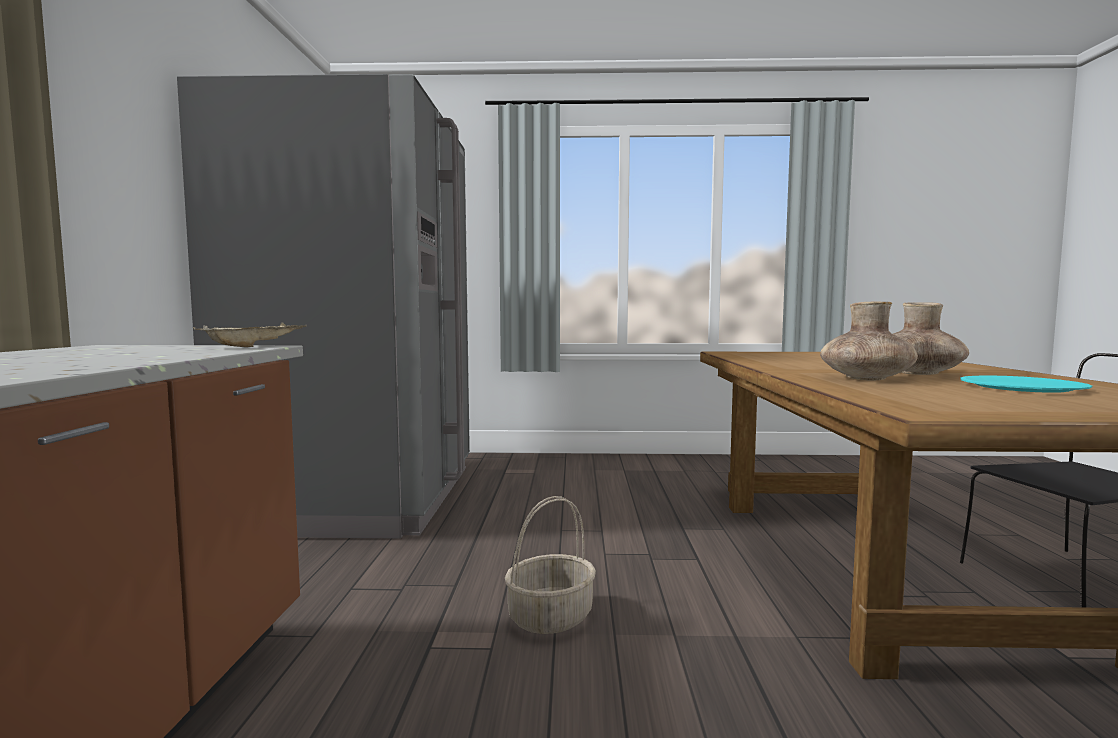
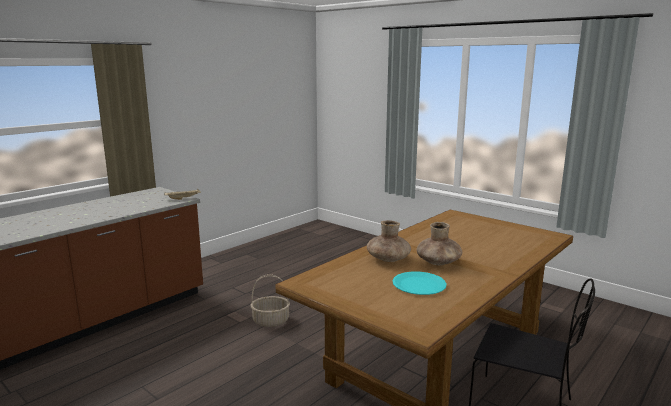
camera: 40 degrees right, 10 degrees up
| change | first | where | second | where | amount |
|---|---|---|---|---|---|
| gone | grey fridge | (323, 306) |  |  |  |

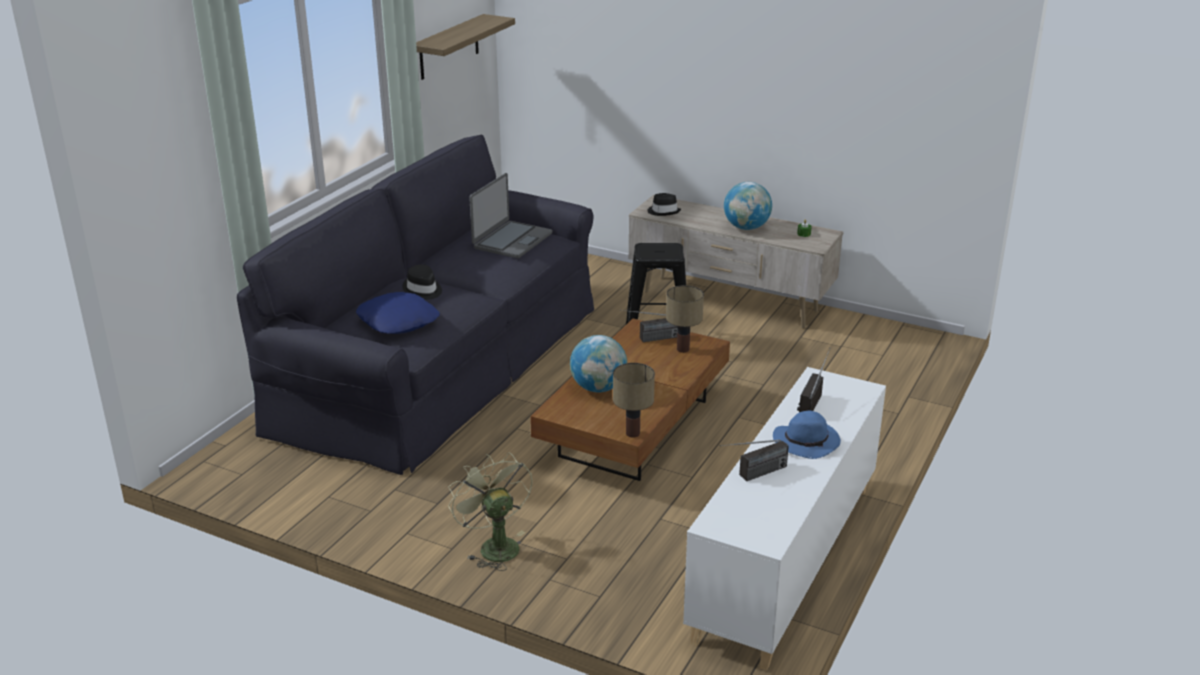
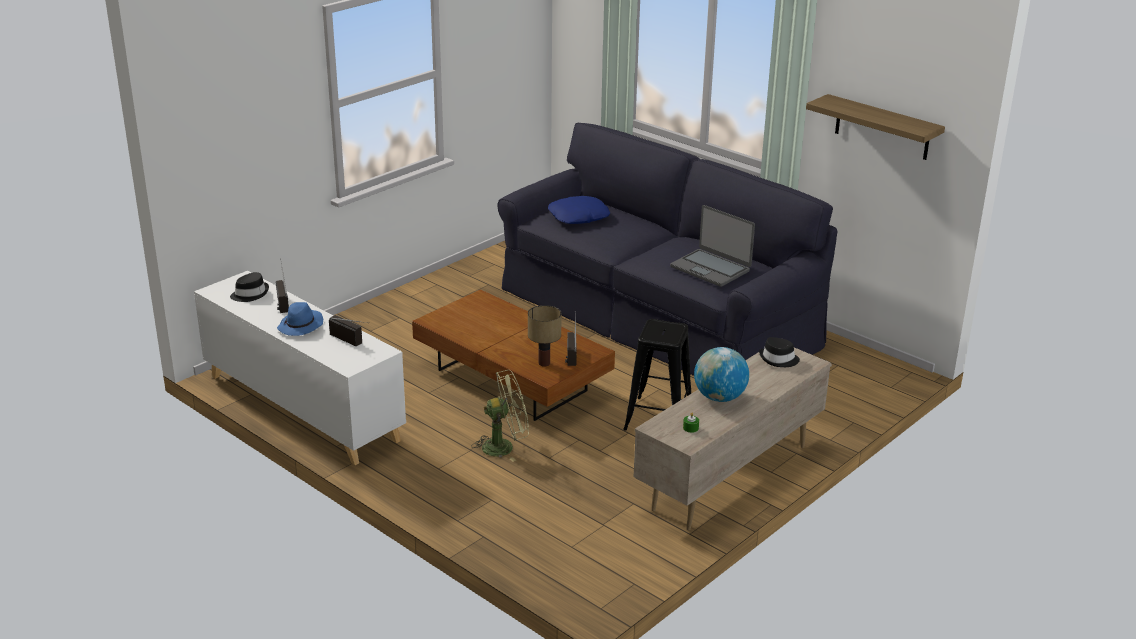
camera: 105 degrees right, 0 degrees up
| change | first | where | second | where | amount |
|---|---|---|---|---|---|
| shifted | black hat | (422, 282) |  | (249, 287) |  |
| shifted | green fan | (490, 511) |  | (500, 416) |  |
| gone | globe | (598, 363) |  |  |  |
| gone | table lamp | (634, 400) |  |  |  |

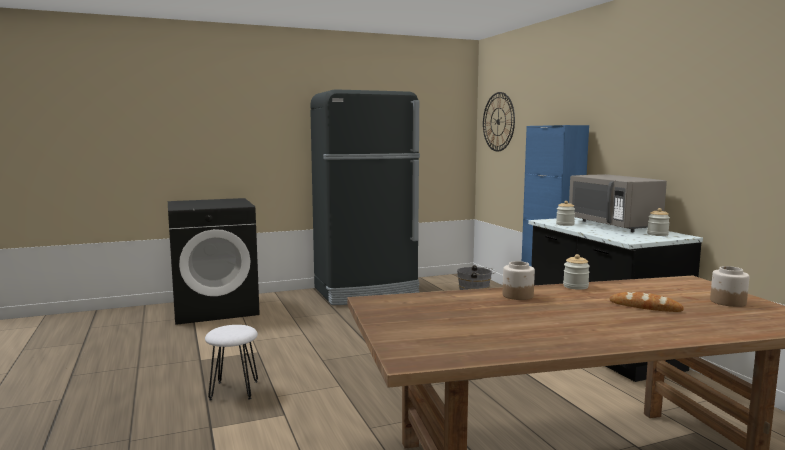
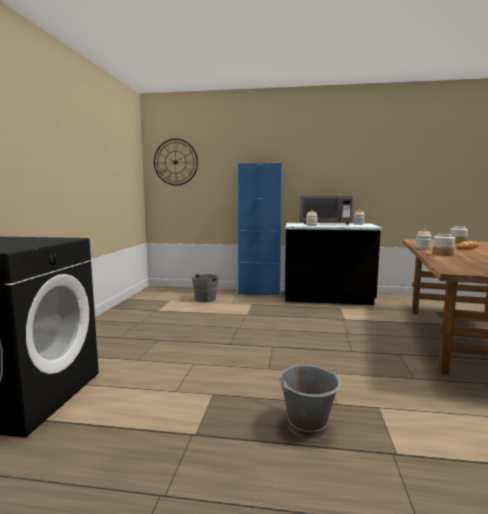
camera: 60 degrees left, 0 degrees up
| change | first | where | second | where | amount |
|---|---|---|---|---|---|
| swapped | white stool | (231, 363) | grey bucket | (310, 401) |  |
| gone | black fridge | (365, 197) |  |  |  |

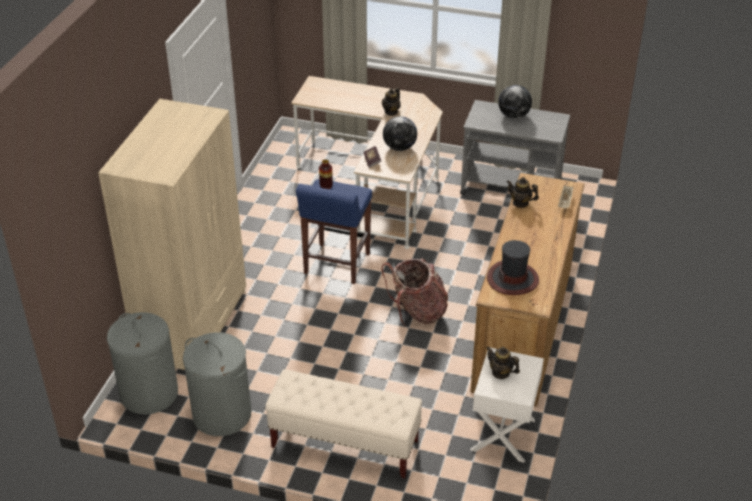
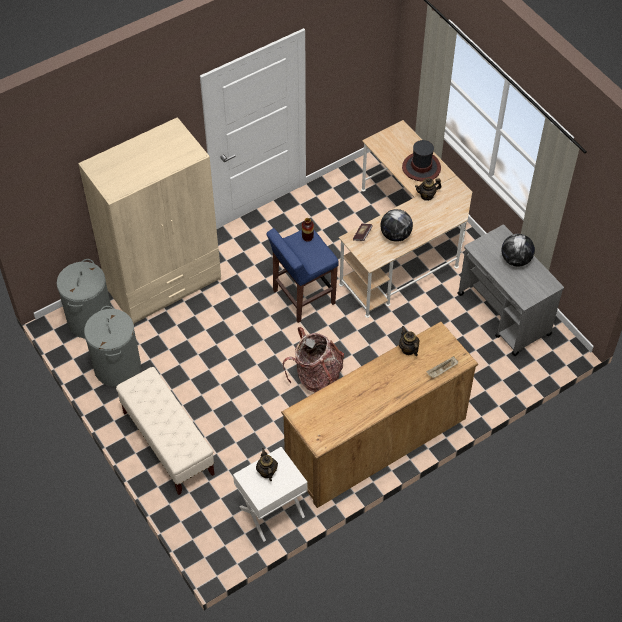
camera: 40 degrees right, 15 degrees up
| change | first | where | second | where | amount |
|---|---|---|---|---|---|
| shifted | hat | (513, 267) |  | (421, 161) |  |

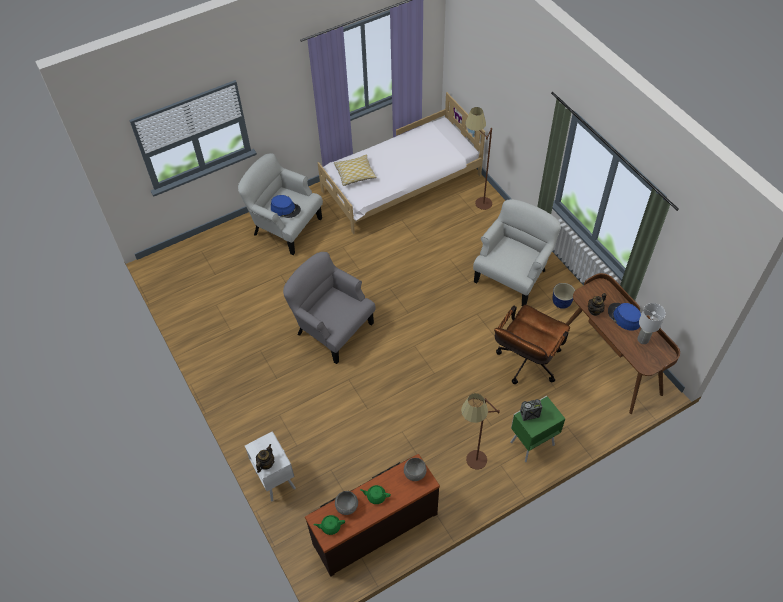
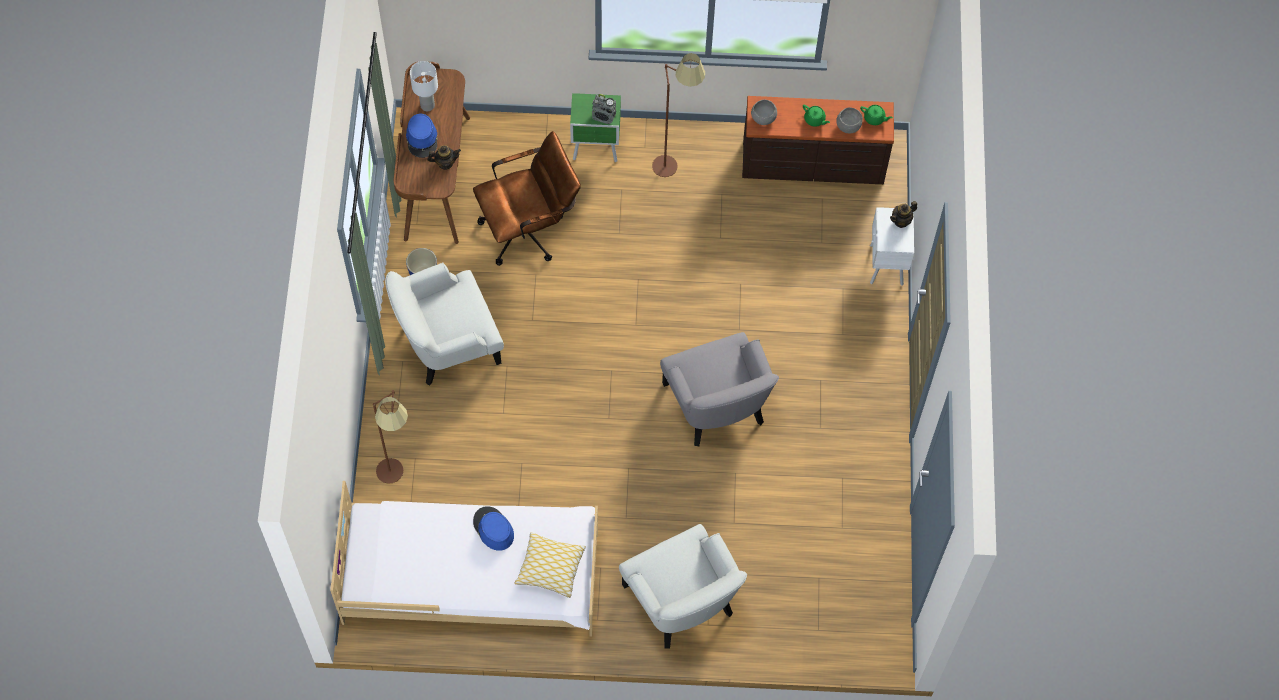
camera: 150 degrees left, 10 degrees up
| change | first | where | second | where | amount |
|---|---|---|---|---|---|
| shifted | blue hat | (286, 206) |  | (493, 528) |  |

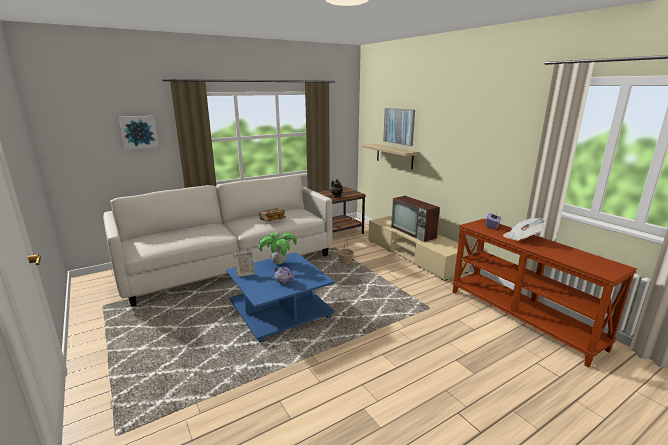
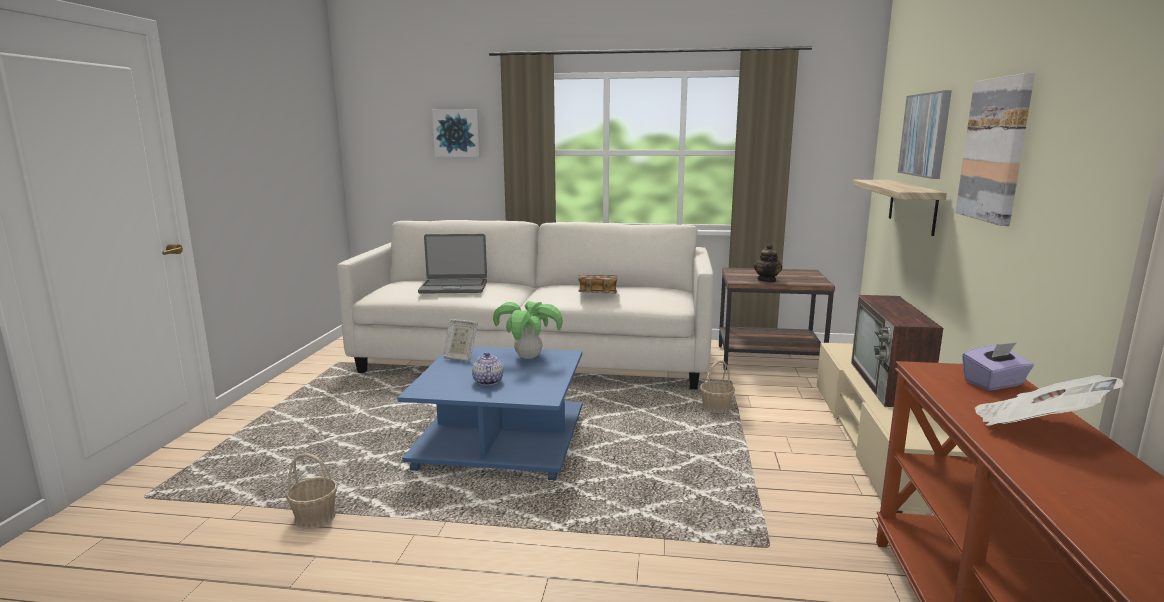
camera: 40 degrees right, 5 degrees down
| change | first | where | second | where | amount |
|---|---|---|---|---|---|
| new |  |  | basket | (312, 491) |  |
| new |  |  | laptop | (452, 264) |  |
| new |  |  | picture | (995, 149) |  |

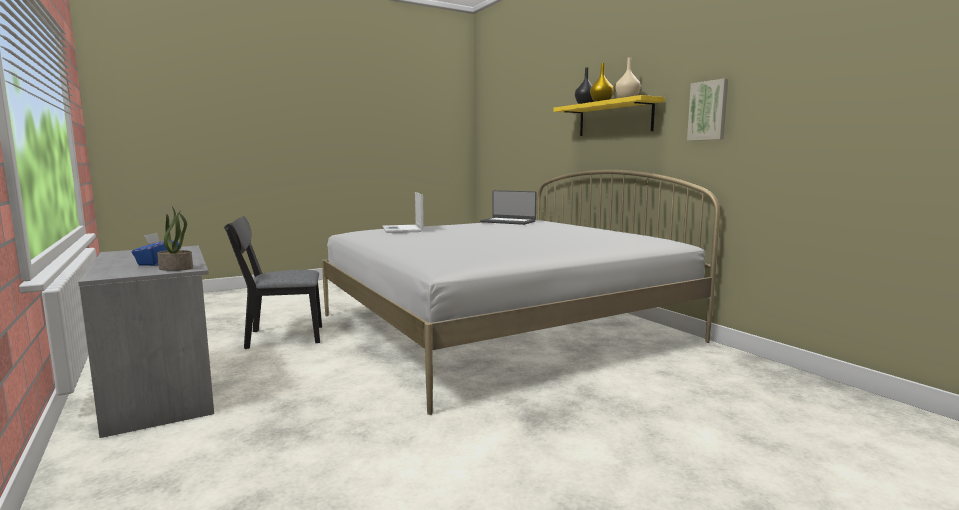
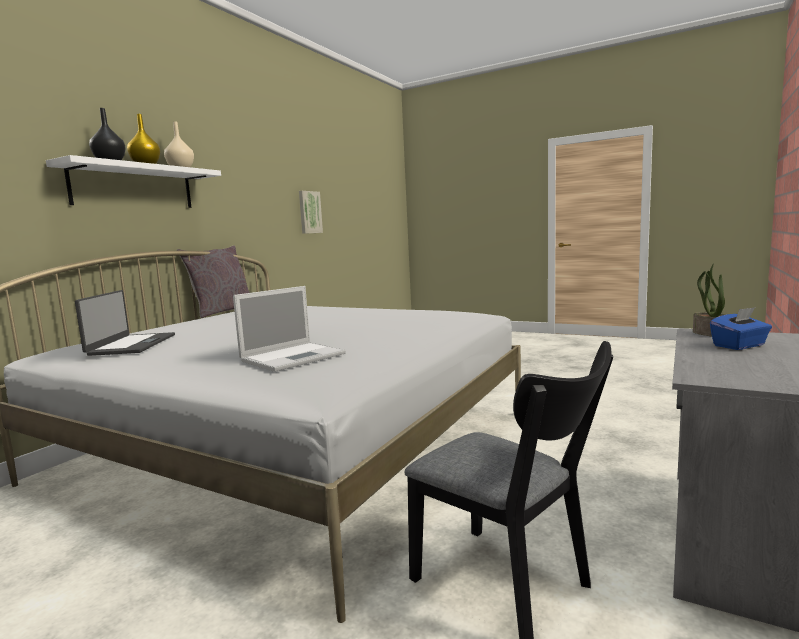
camera: 120 degrees left, 0 degrees up
| change | first | where | second | where | amount |
|---|---|---|---|---|---|
| repainted | yellow shelf | (609, 115) | white shelf | (133, 181) |  |
| new |  |  | grey pillow | (213, 282) |  |
| shifted | picture | (707, 109) |  | (311, 212) |  |

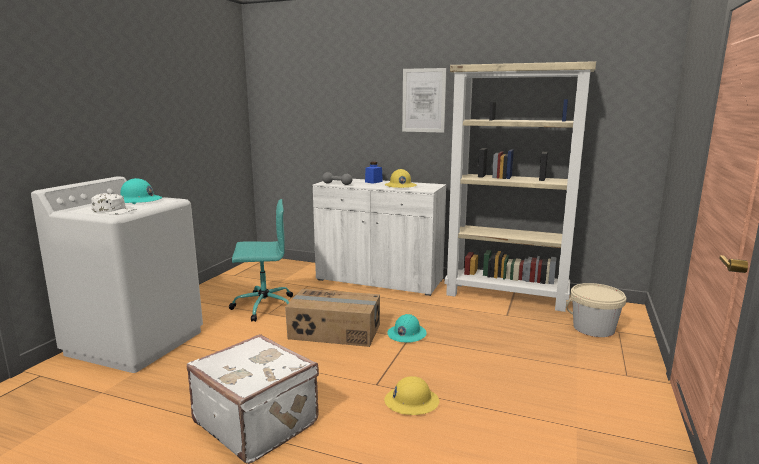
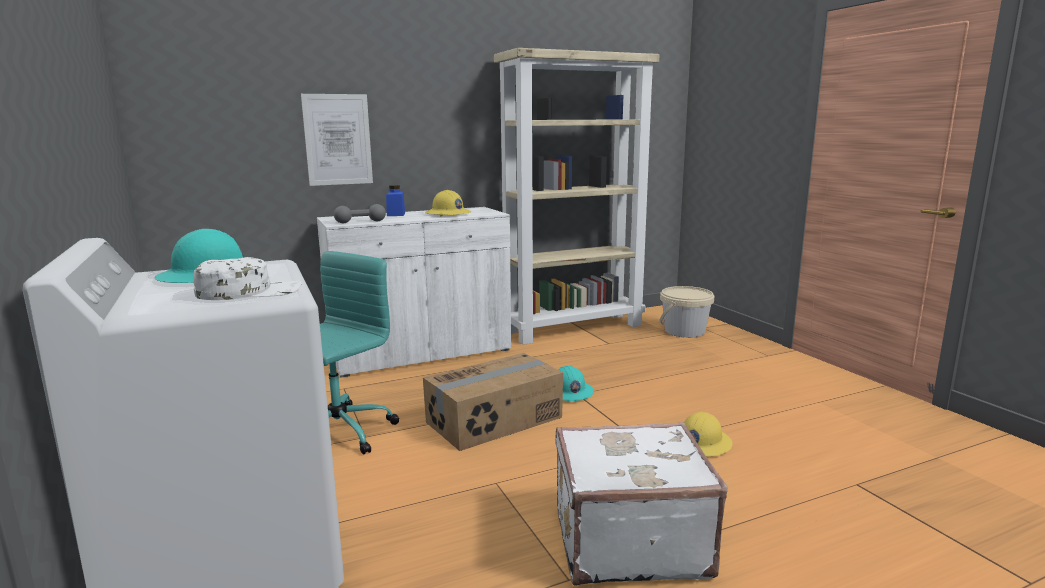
camera: 45 degrees left, 0 degrees up
| change | first | where | second | where | amount |
|---|---|---|---|---|---|
| shifted | picture | (424, 100) |  | (337, 140) |  |

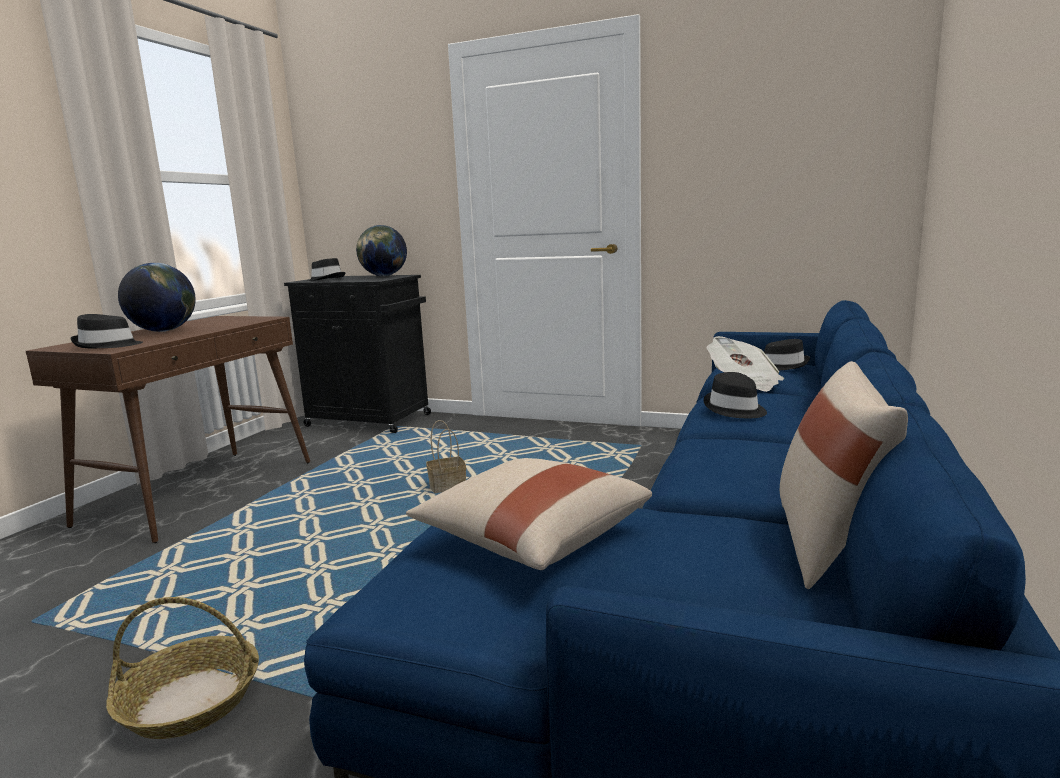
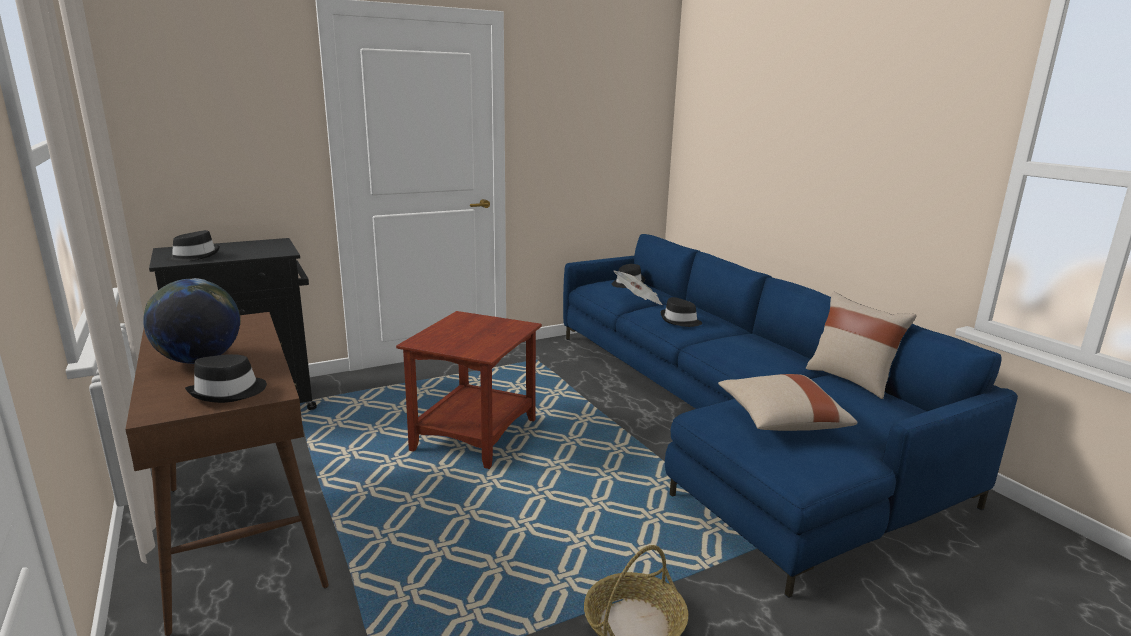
camera: 50 degrees left, 5 degrees up
| change | first | where | second | where | amount |
|---|---|---|---|---|---|
| swapped | basket | (446, 456) | brown side table | (469, 390) |  |
| gone | globe | (381, 250) |  |  |  |

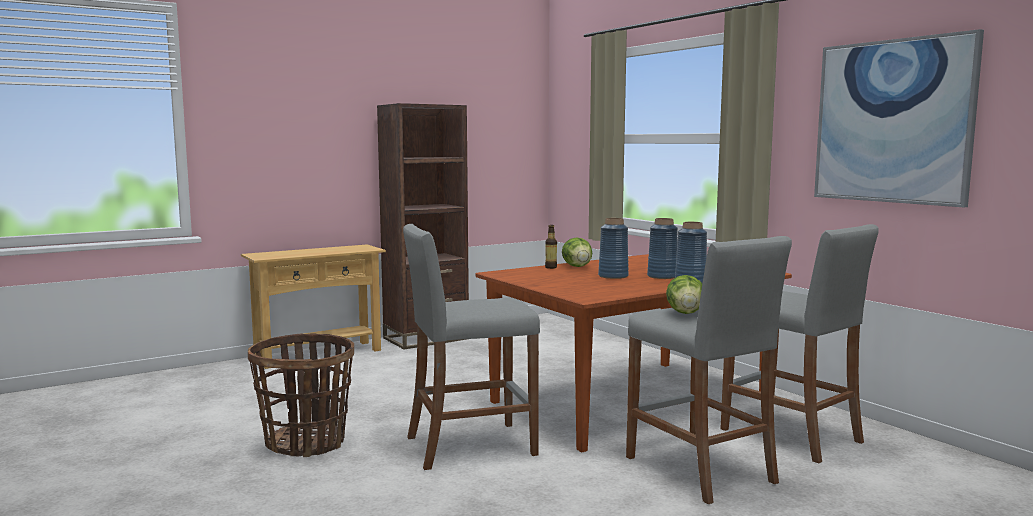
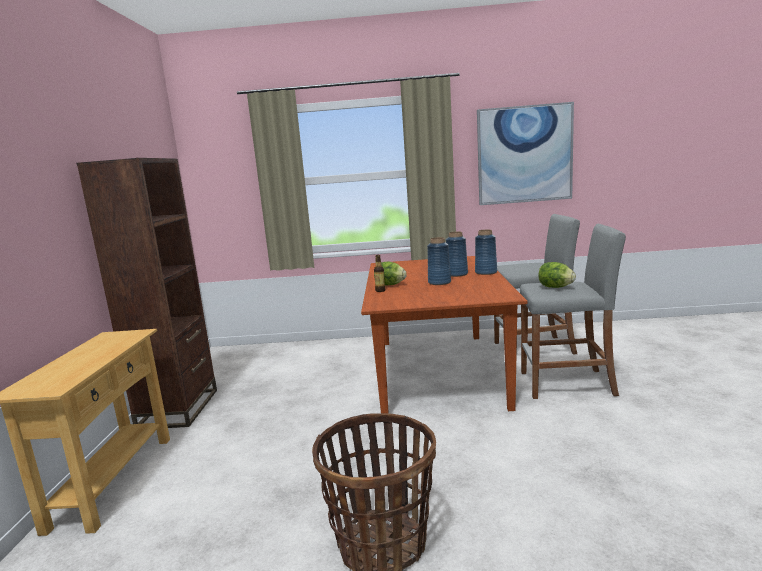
camera: 55 degrees left, 5 degrees up
| change | first | where | second | where | amount |
|---|---|---|---|---|---|
| gone | grey stool | (471, 347) |  |  |  |

